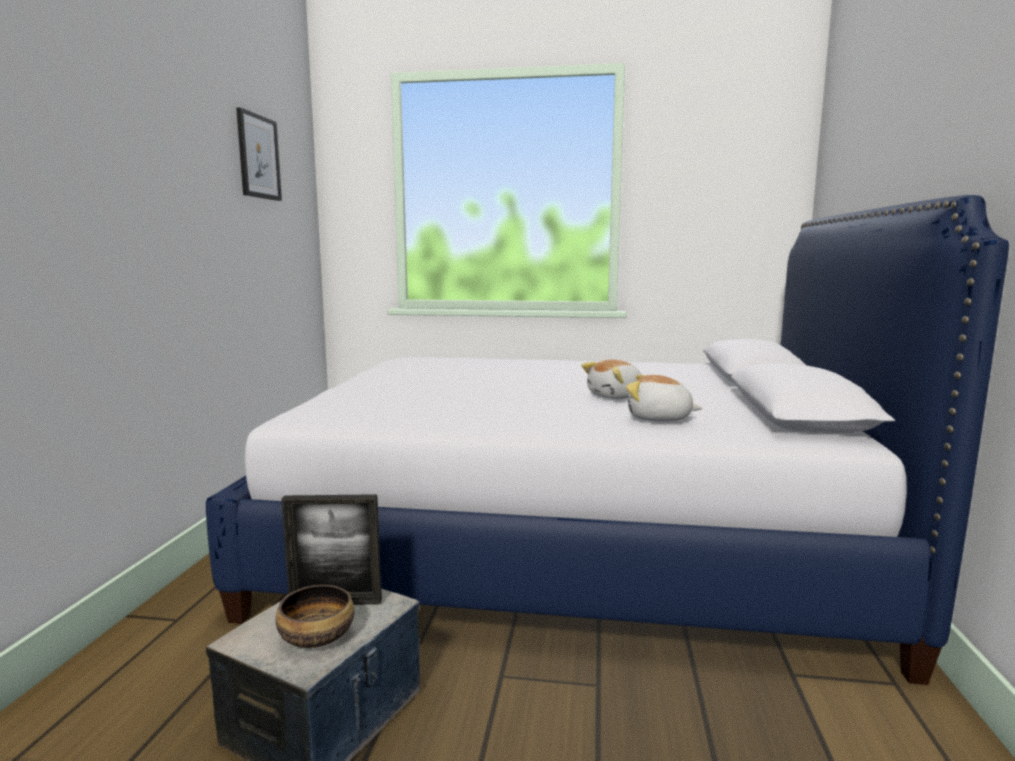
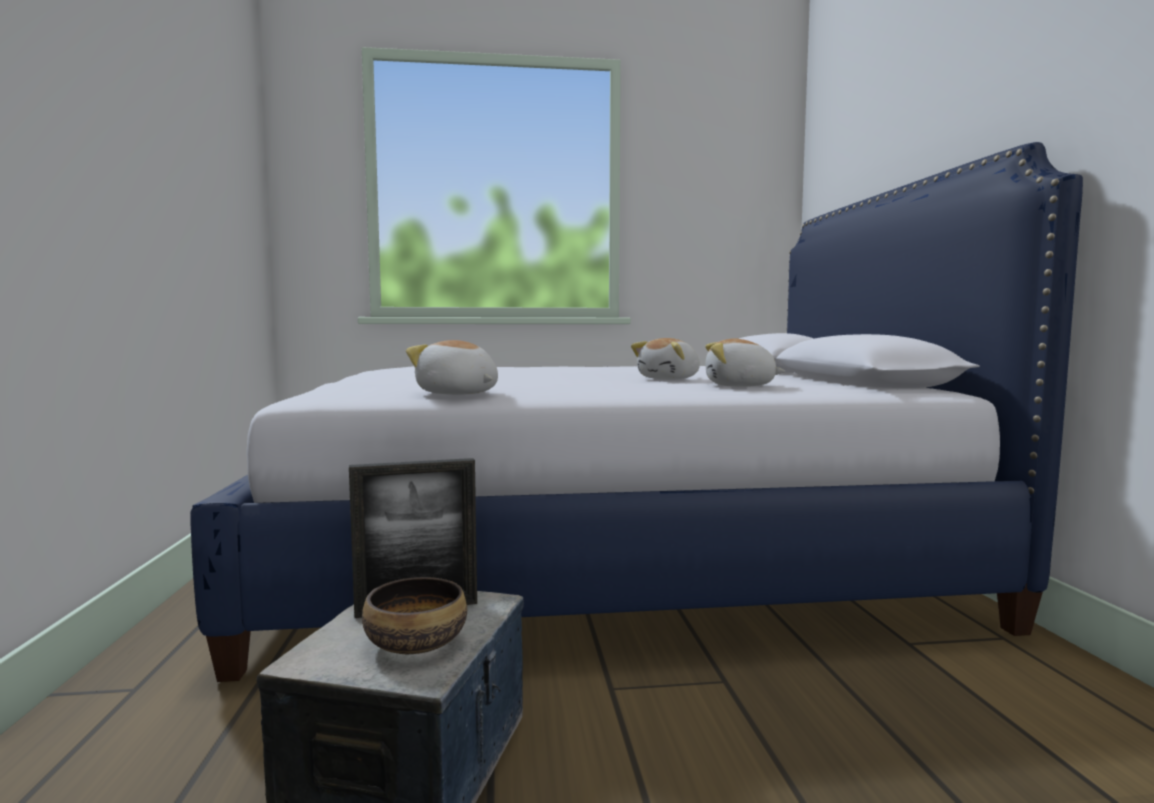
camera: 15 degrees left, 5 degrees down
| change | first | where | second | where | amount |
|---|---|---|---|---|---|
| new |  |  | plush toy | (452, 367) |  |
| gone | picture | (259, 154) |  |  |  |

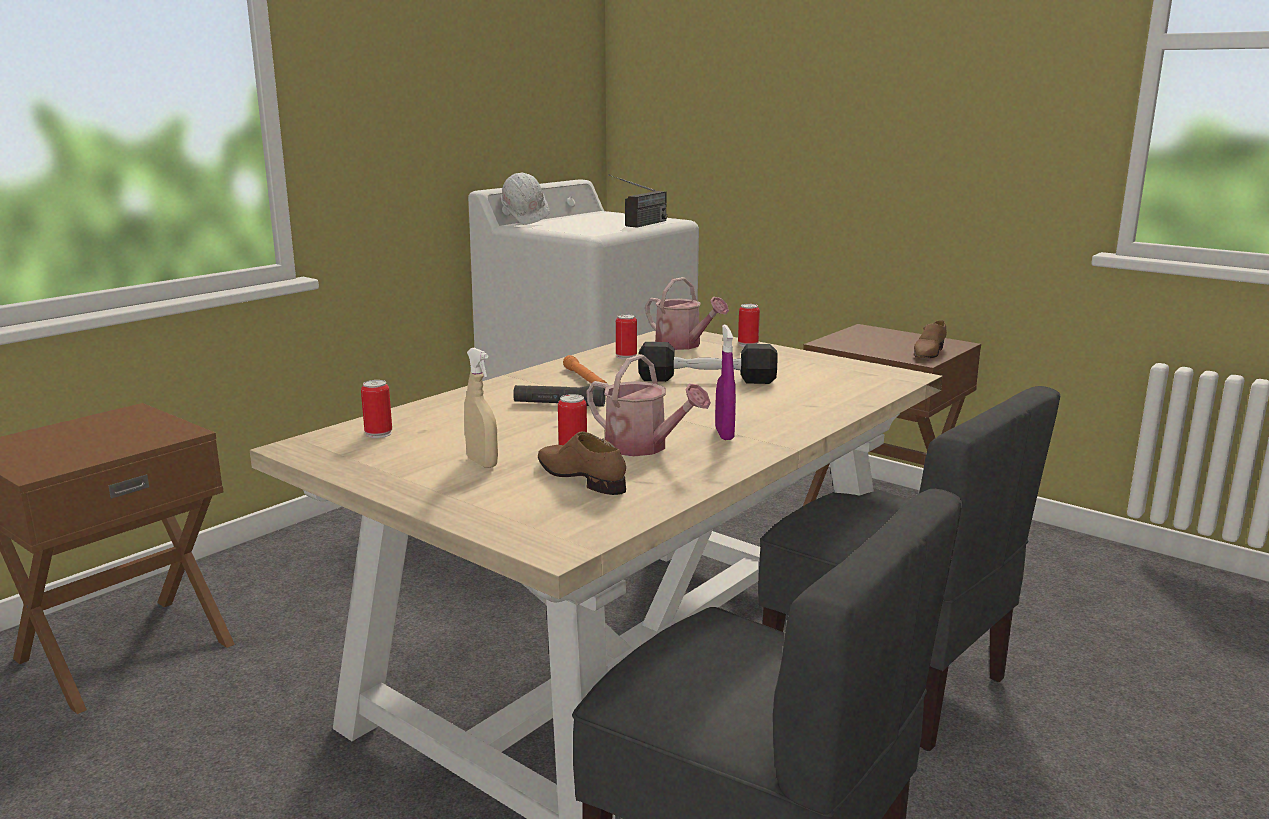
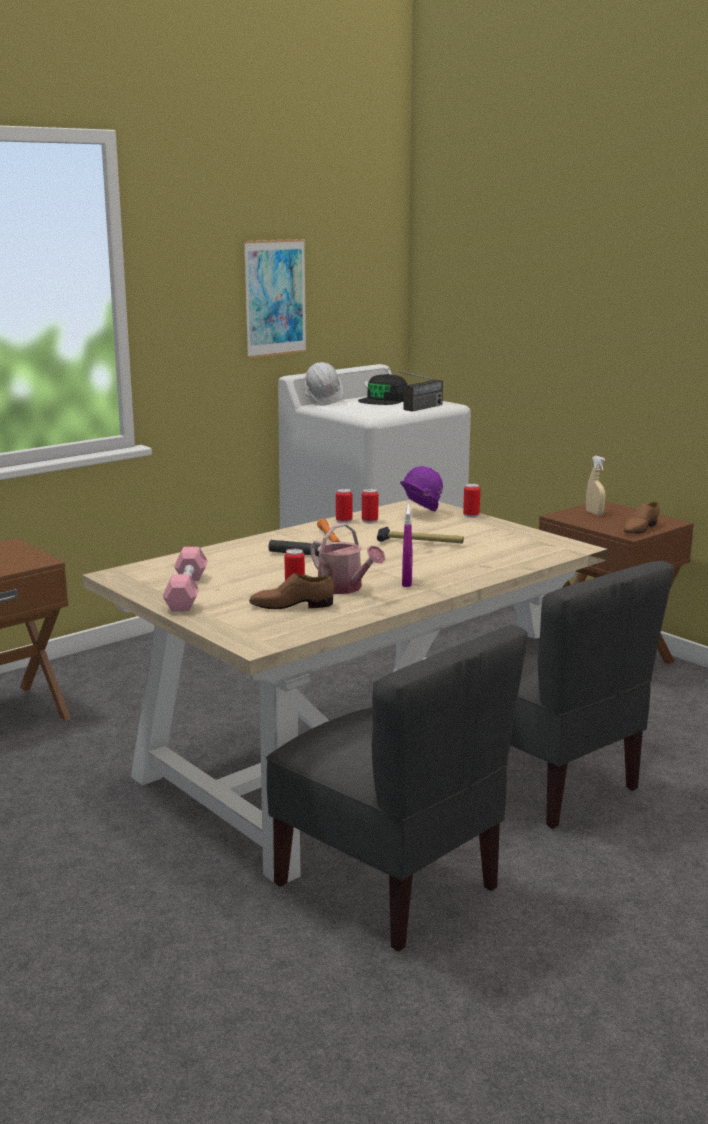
camera: 10 degrees right, 0 degrees up
| change | first | where | second | where | amount |
|---|---|---|---|---|---|
| new |  |  | pink dumbbell | (185, 579) |  |
| new |  |  | picture | (275, 298) |  |
| rotated | brown shoe | (582, 463) |  | (291, 591) | 60 degrees counterclockwise |
| shifted | can | (376, 409) |  | (344, 506) |  |
| new |  |  | black cap | (382, 389) |  |
| swapped | black dumbbell | (707, 363) | hammer | (420, 535) |  |
| swapped | watering can | (687, 313) | purple hard hat | (421, 489) |  |
| shifted | beige spray bottle | (481, 408) |  | (595, 485) |  |

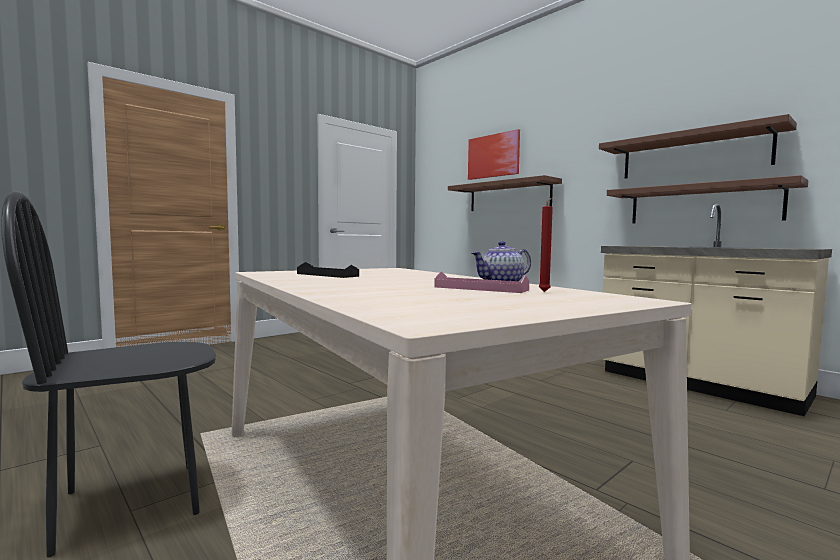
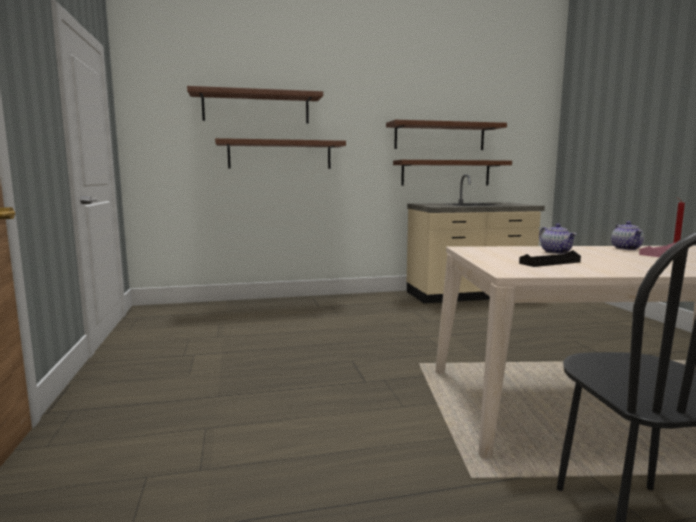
camera: 60 degrees left, 5 degrees up
| change | first | where | second | where | amount |
|---|---|---|---|---|---|
| swapped | picture | (494, 154) | brown shelf | (255, 104) |  |
| new |  |  | teapot | (558, 239) |  |

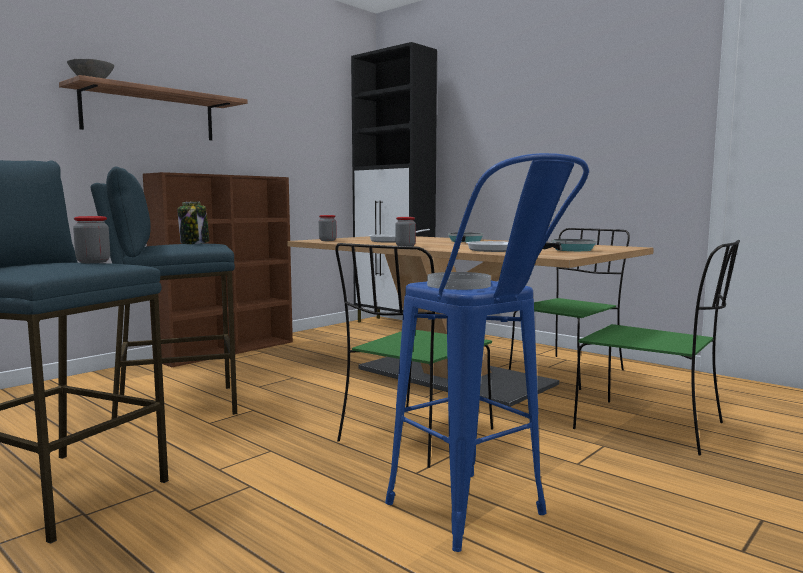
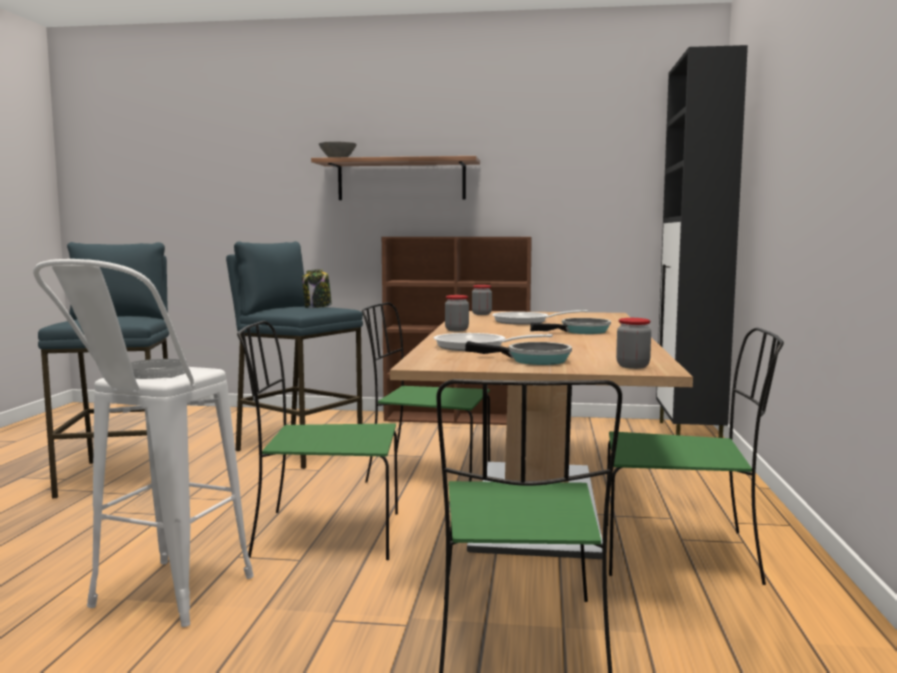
camera: 55 degrees right, 0 degrees up
| change | first | where | second | where | amount |
|---|---|---|---|---|---|
| repainted | blue stool | (487, 352) | white stool | (143, 443) |  |
| new |  |  | green chair | (426, 392) |  |
| shifted | jar | (91, 239) |  | (633, 343) |  |

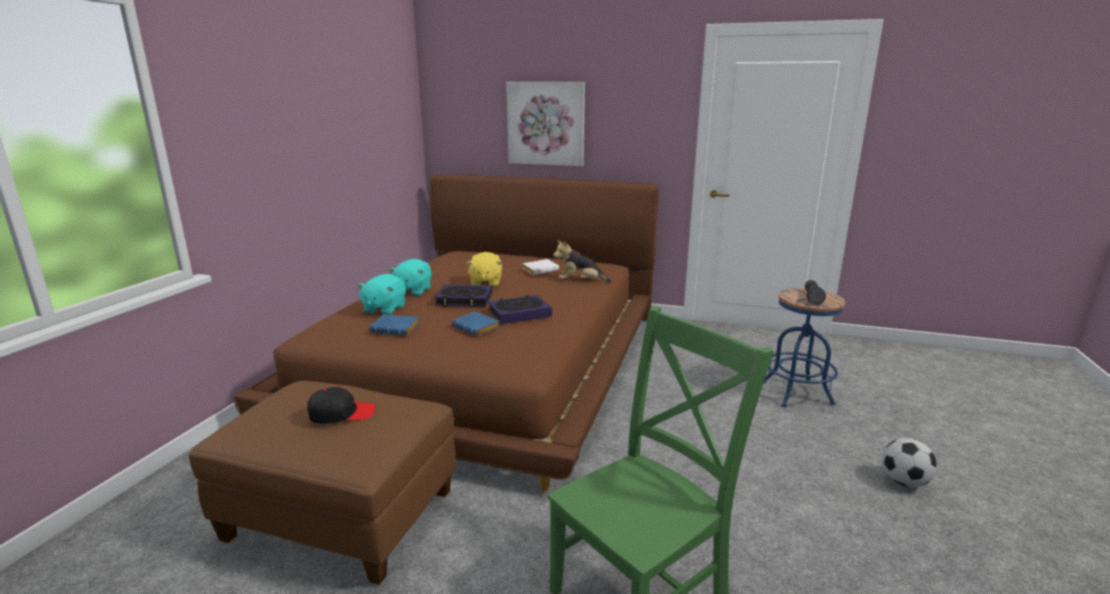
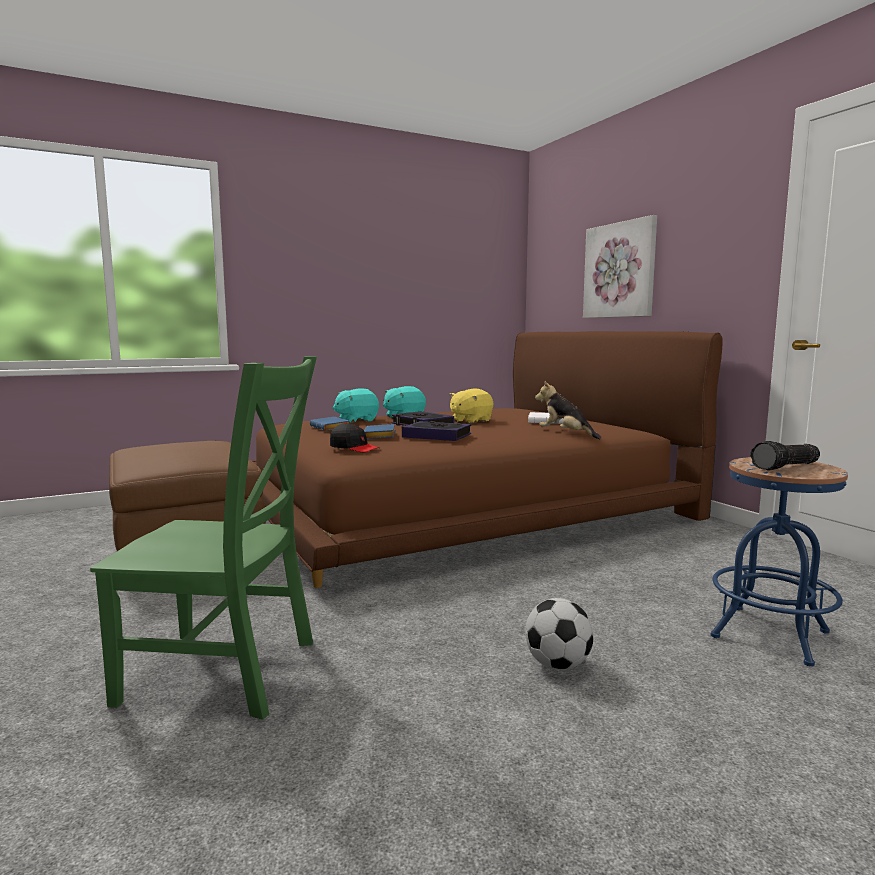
camera: 45 degrees right, 10 degrees down
| change | first | where | second | where | amount |
|---|---|---|---|---|---|
| shifted | black cap | (341, 405) |  | (355, 437) |  |
| shifted | football | (909, 462) |  | (559, 634) |  |

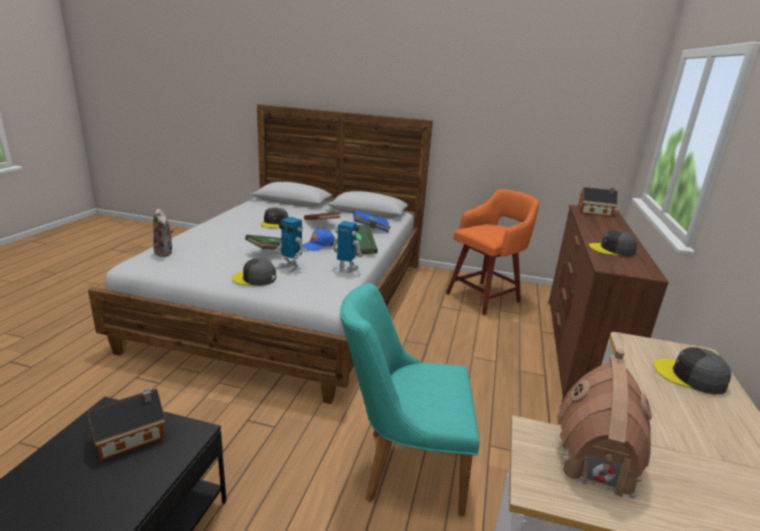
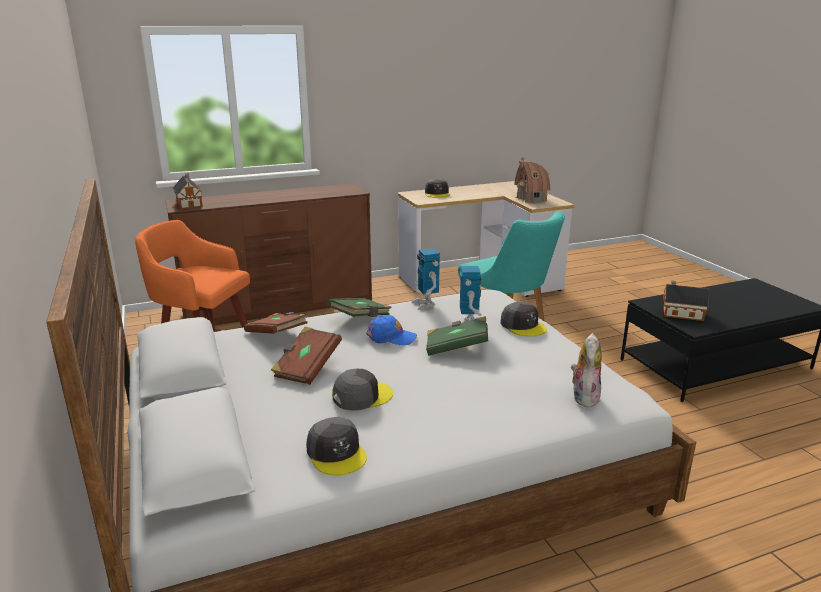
camera: 125 degrees left, 0 degrees up
| change | first | where | second | where | amount |
|---|---|---|---|---|---|
| repainted | blue book | (372, 221) | brown book | (276, 323) |  |
| shifted | grey cap | (613, 243) |  | (336, 446) |  |

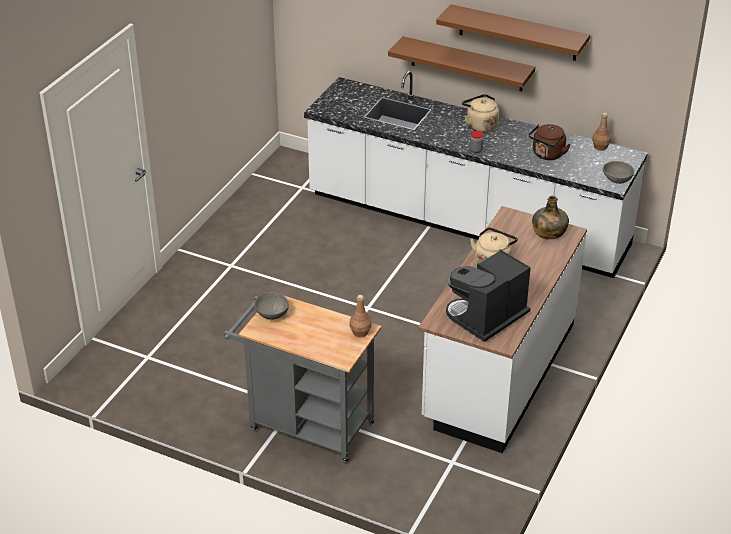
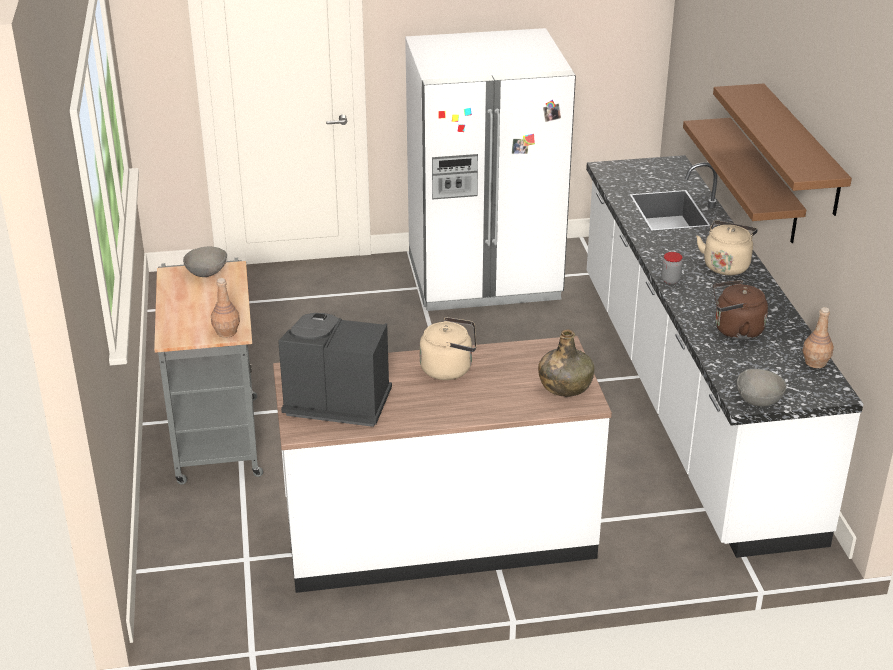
camera: 55 degrees right, 5 degrees down
| change | first | where | second | where | amount |
|---|---|---|---|---|---|
| new |  |  | white fridge | (490, 169) |  |

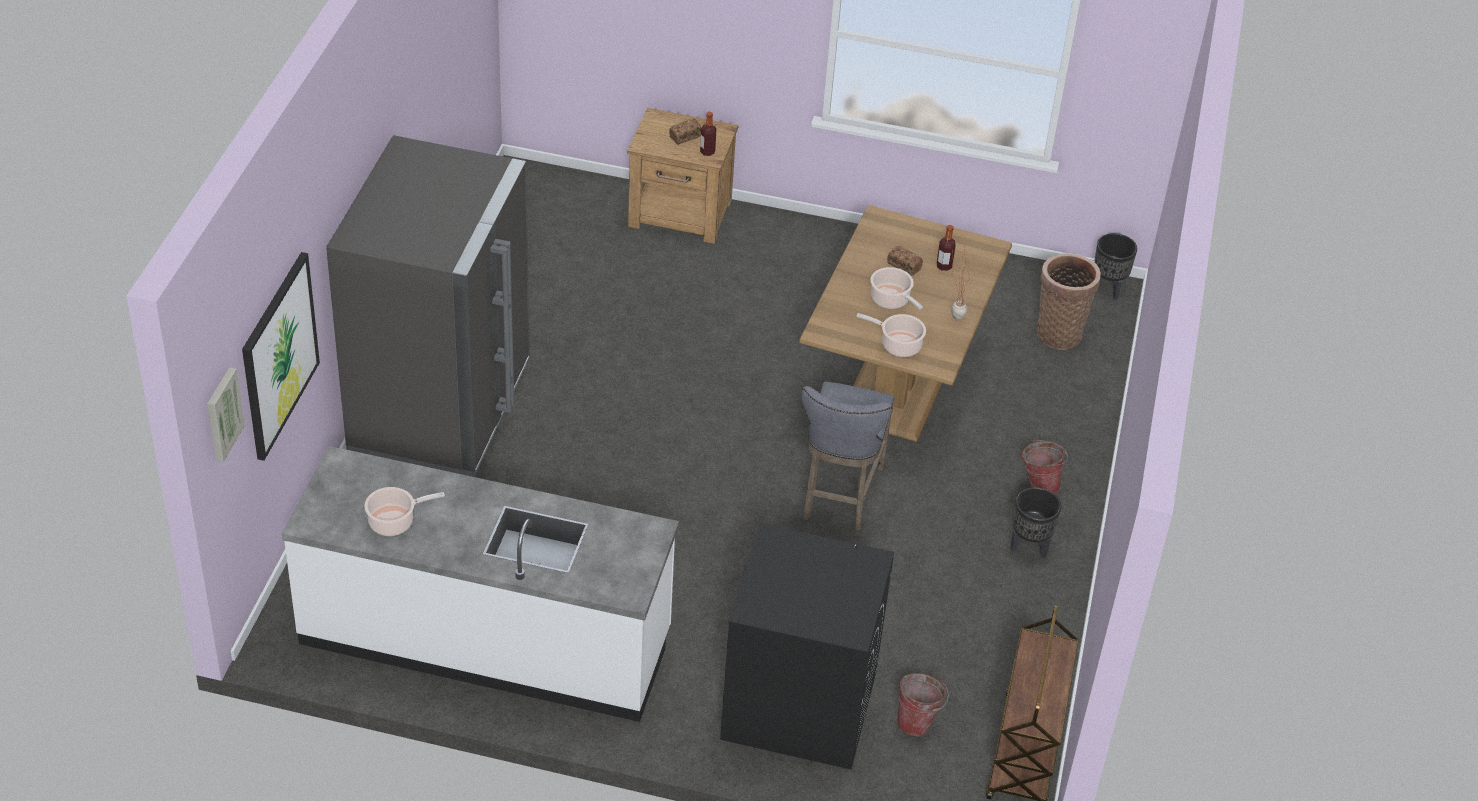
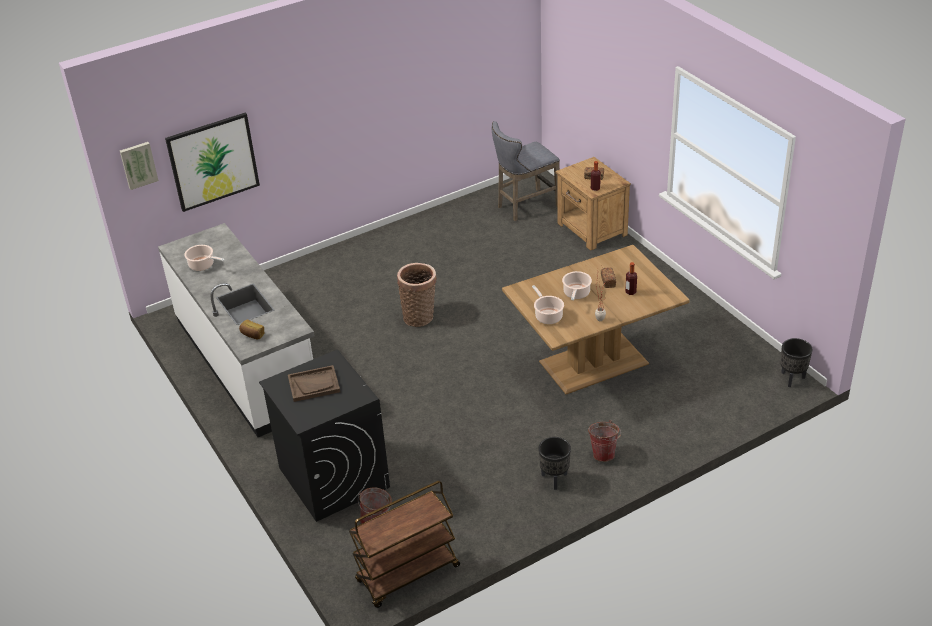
camera: 50 degrees right, 5 degrees down
| change | first | where | second | where | amount |
|---|---|---|---|---|---|
| new |  |  | bread | (252, 329) |  |
| new |  |  | brown tray | (314, 383) |  |
| shifted | basket | (1069, 301) |  | (417, 295) |  |
| shifted | grey stool | (847, 456) |  | (526, 171) |  |
| gone | grey fridge | (428, 306) |  |  |  |

